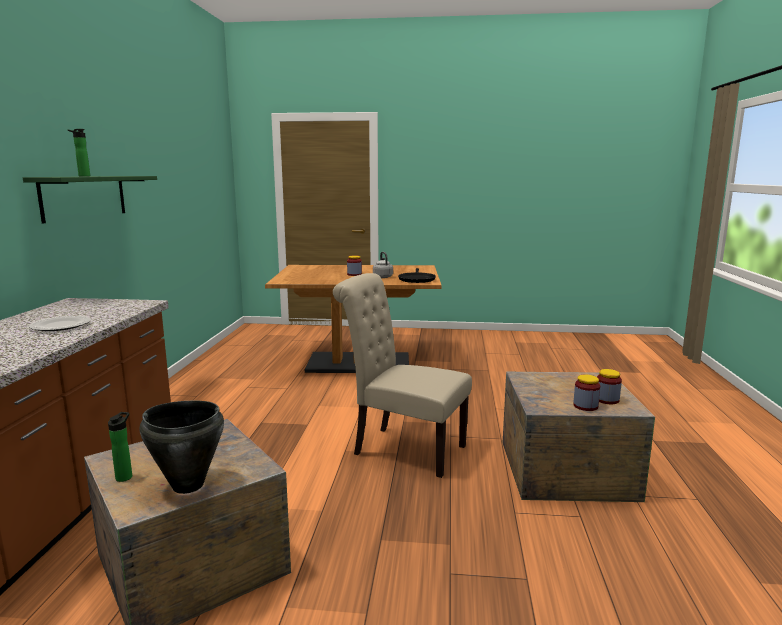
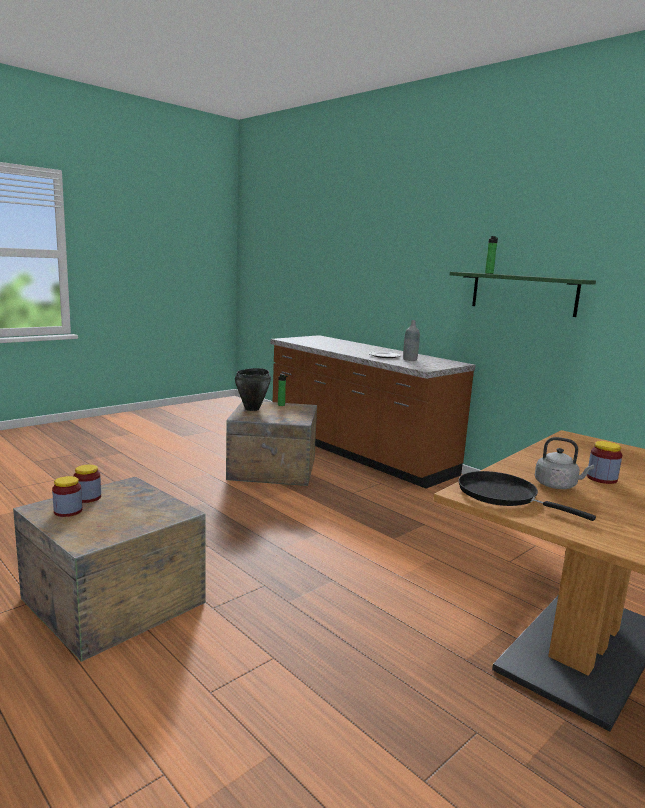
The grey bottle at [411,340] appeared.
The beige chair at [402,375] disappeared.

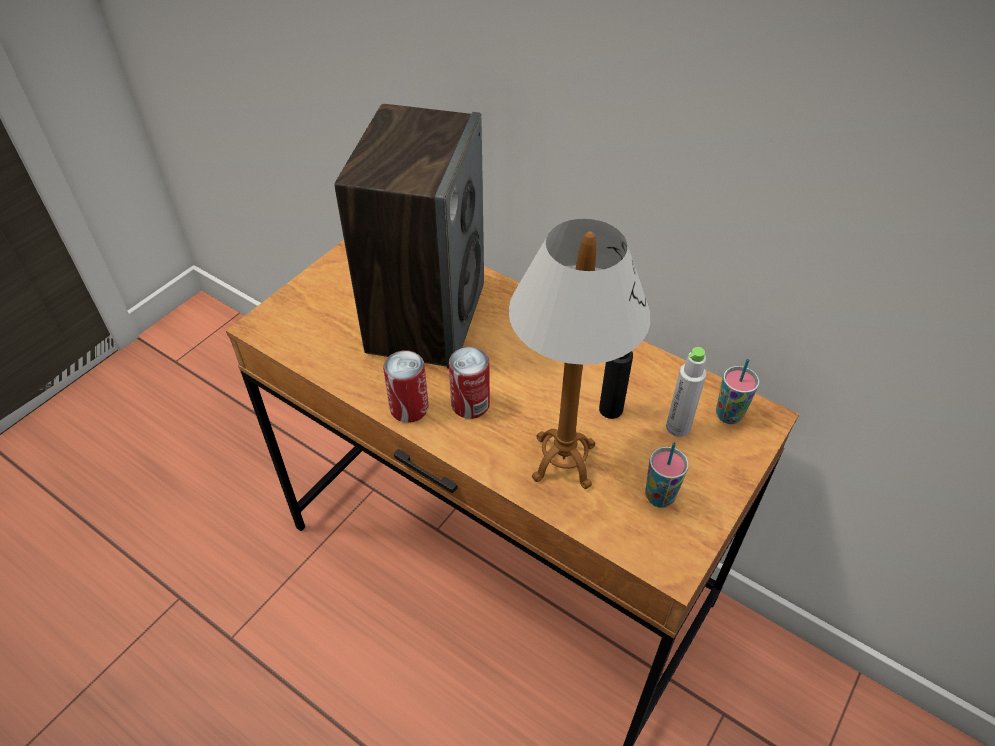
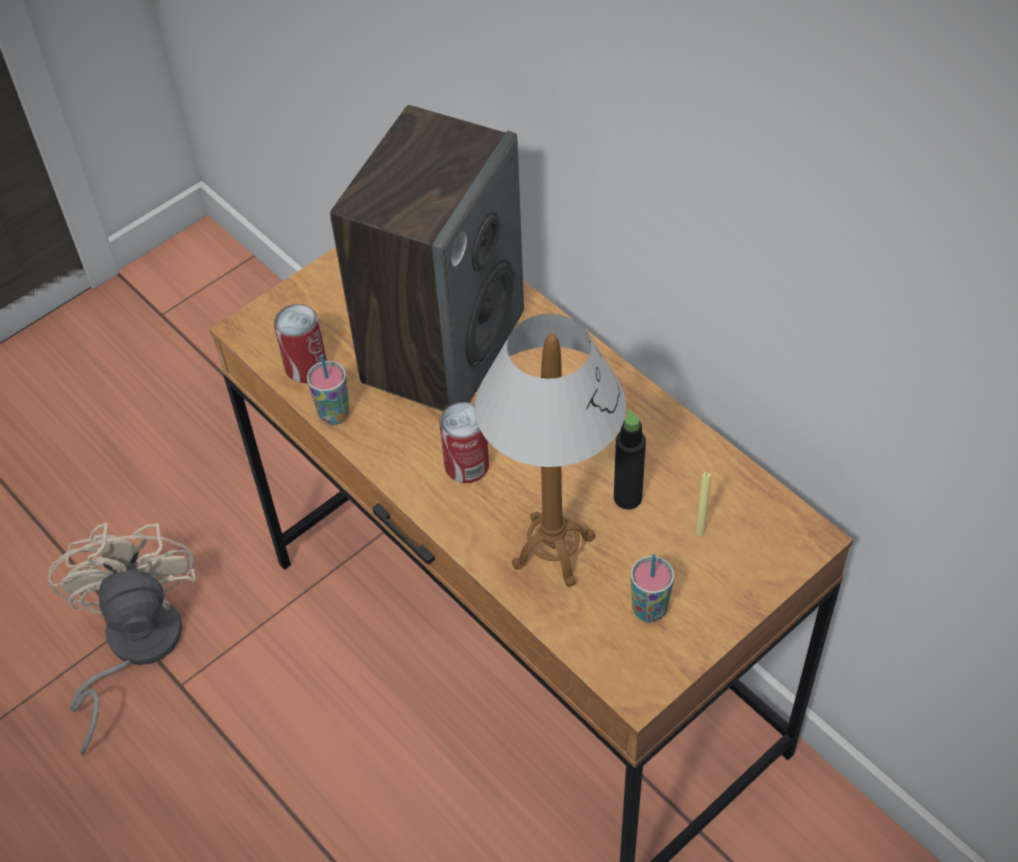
The beige fan at [122,638] appeared.
The can moved from [405,387] to [300,343].
The cup moved from [737,391] to [328,389].
The grey bottle at [686,392] was replaced by the yellow candle at [703,504].

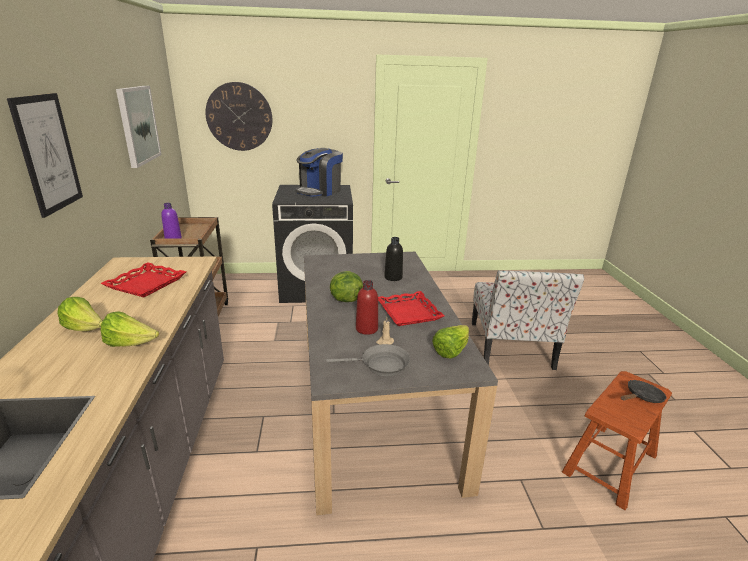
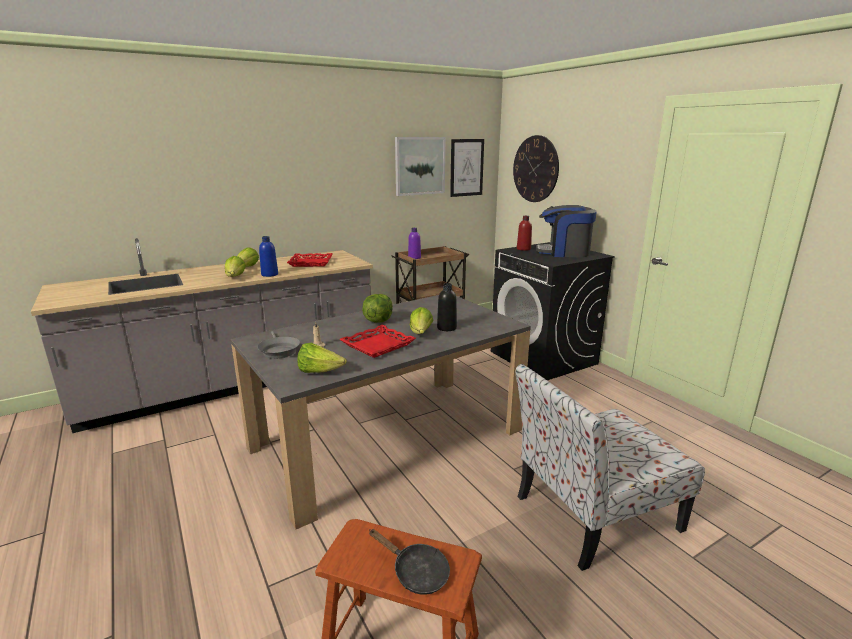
The blue bottle at [268,256] appeared.
The lettuce at [421,320] appeared.
The picture moved from [45,155] to [467,168].
The red bottle moved from [367,307] to [524,233].

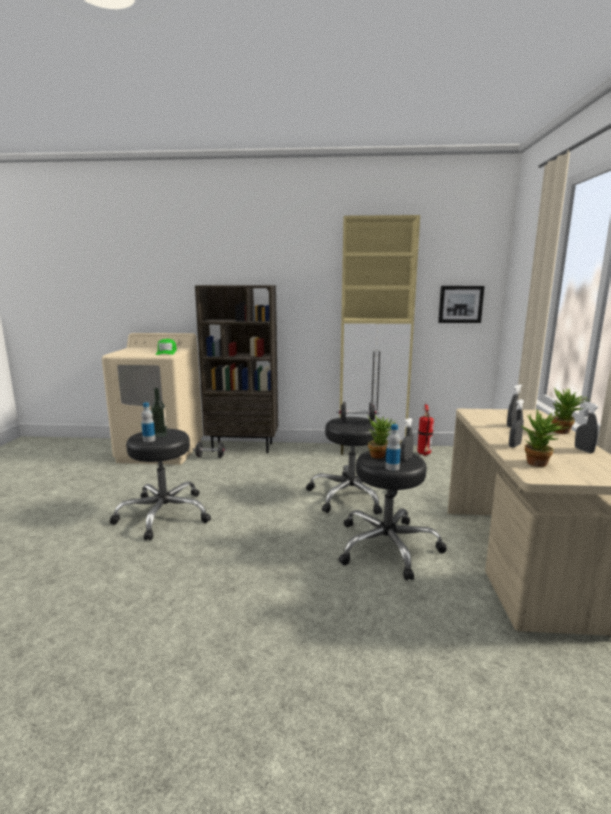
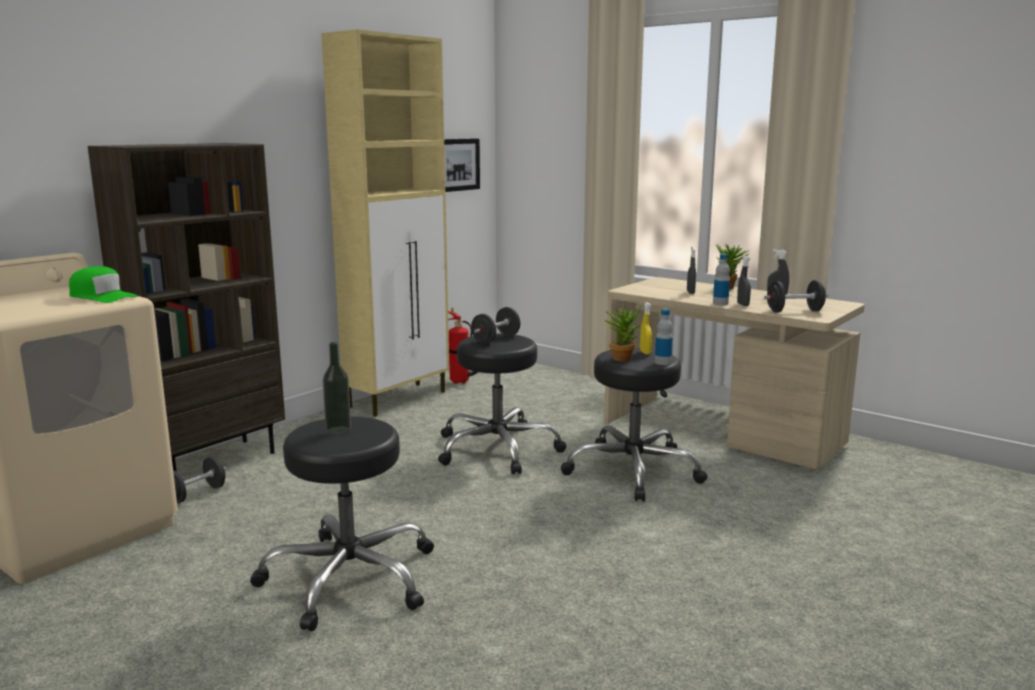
The grey spray bottle at [407,439] became the yellow spray bottle at [646,328].
The bottle moved from [148,422] to [721,279].
The potted plant at [545,438] was replaced by the black dumbbell at [796,296].

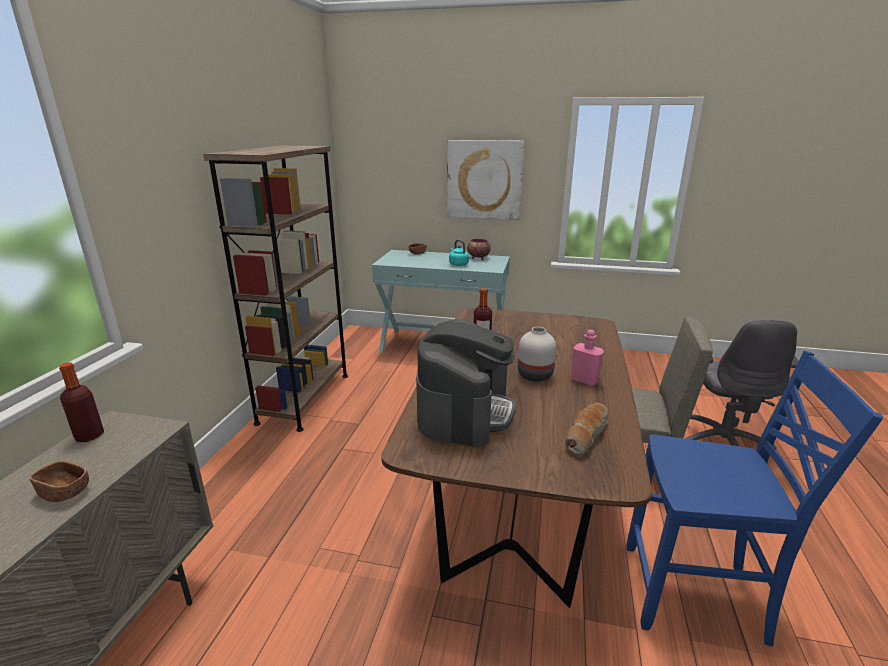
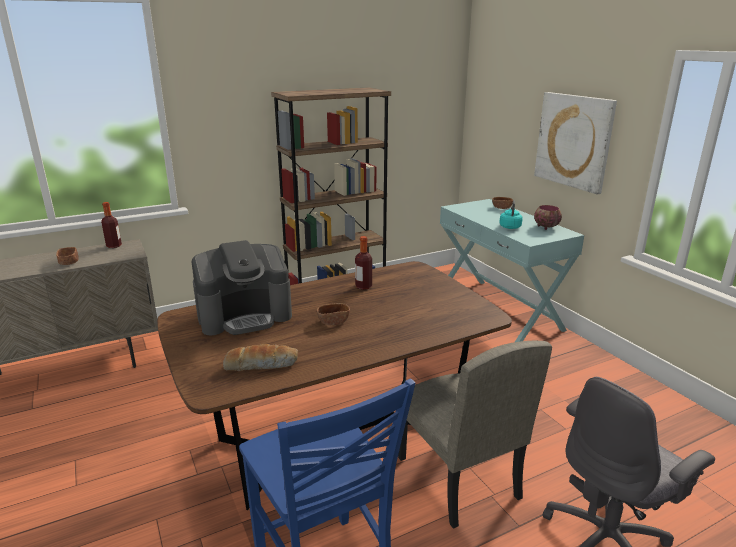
The white vase at [537,354] was replaced by the brown bowl at [333,314].
The pink bottle at [587,358] disappeared.

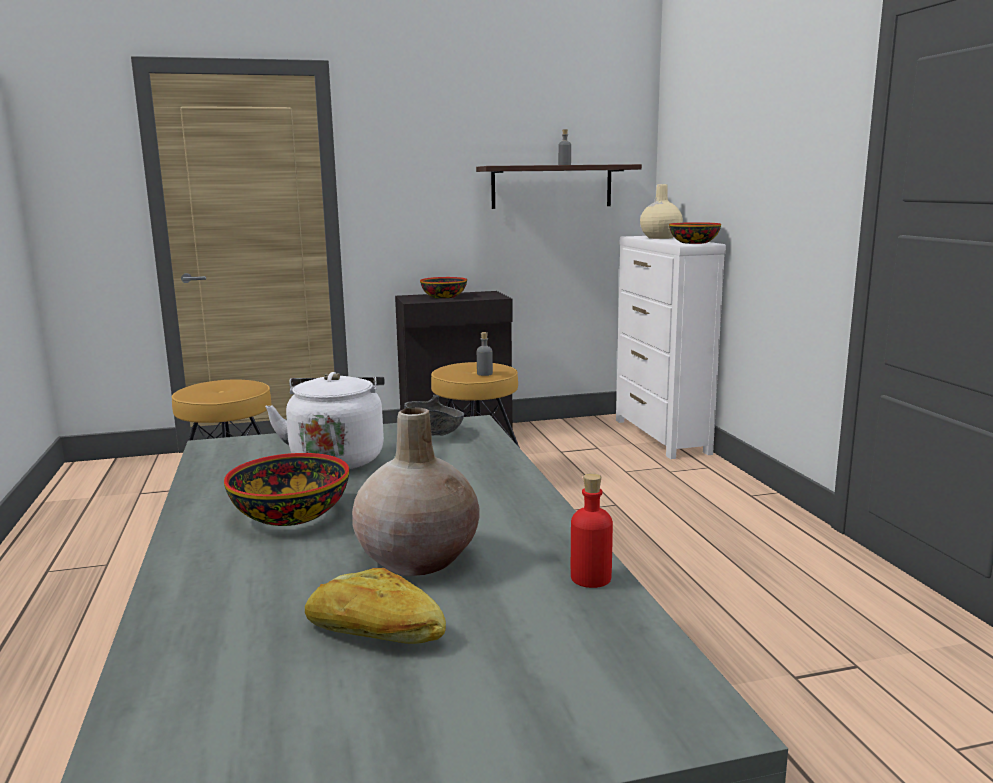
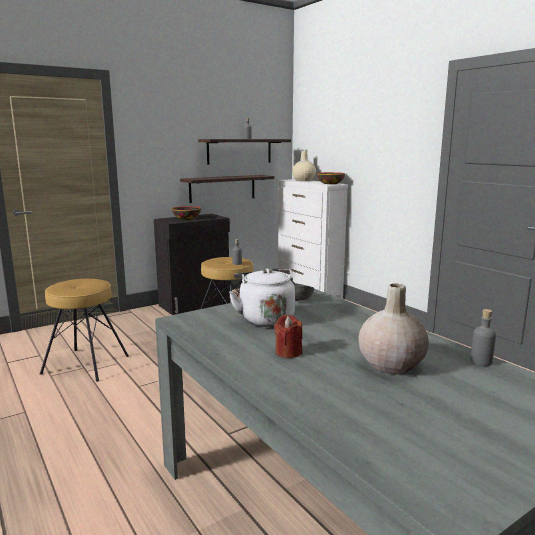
The shelf at [227,189] appeared.
The bowl at [286,489] was replaced by the red candle at [288,336].
The red bottle at [592,530] became the grey bottle at [483,337].
The bread at [375,606] disappeared.

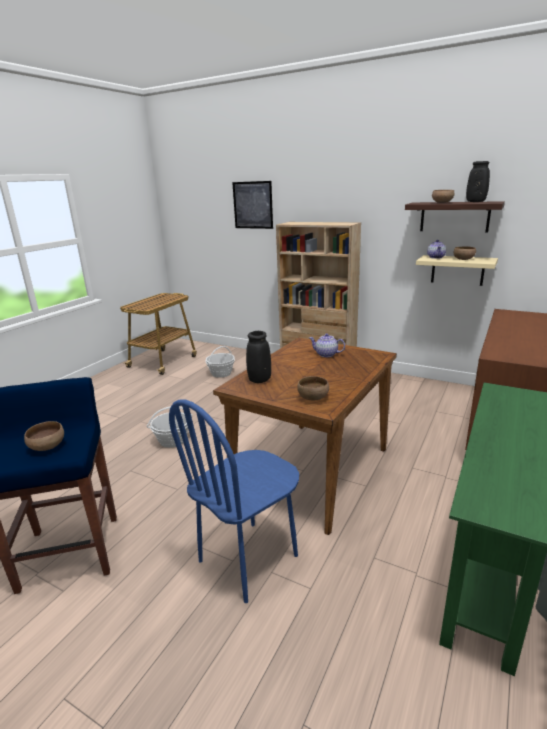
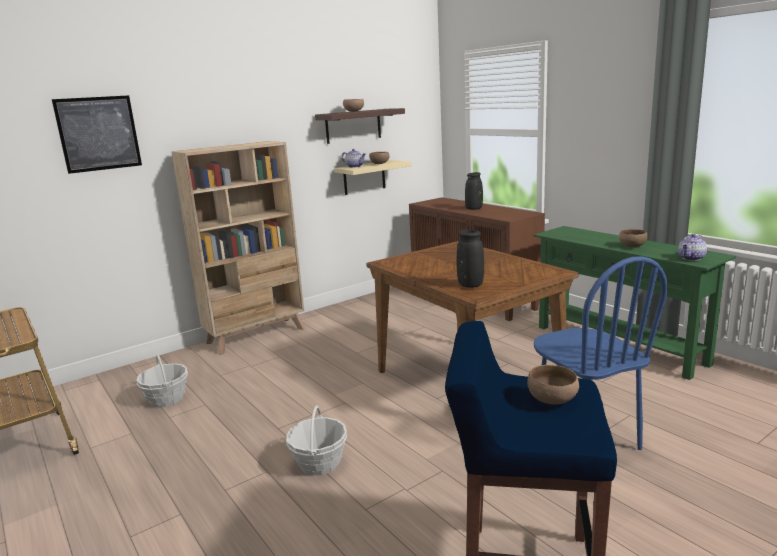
The black vase moved from [478,181] to [474,191].
The brown bowl moved from [313,388] to [633,238].
The teapot moved from [327,345] to [692,247].

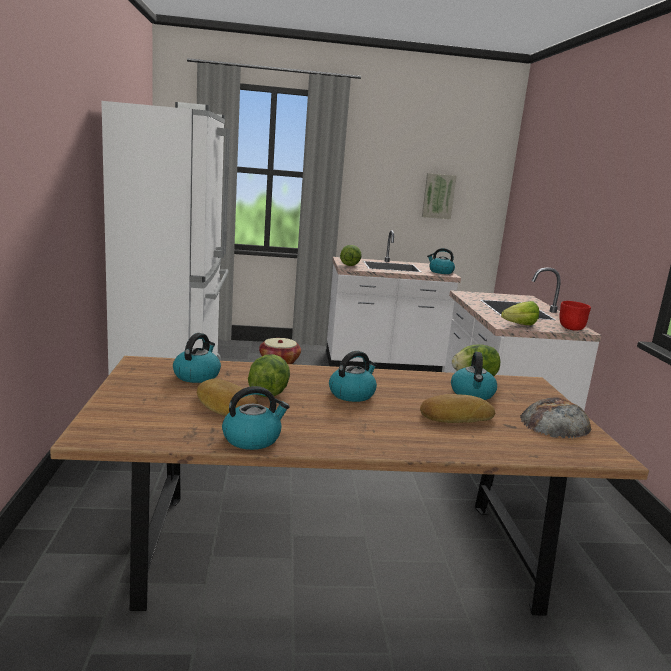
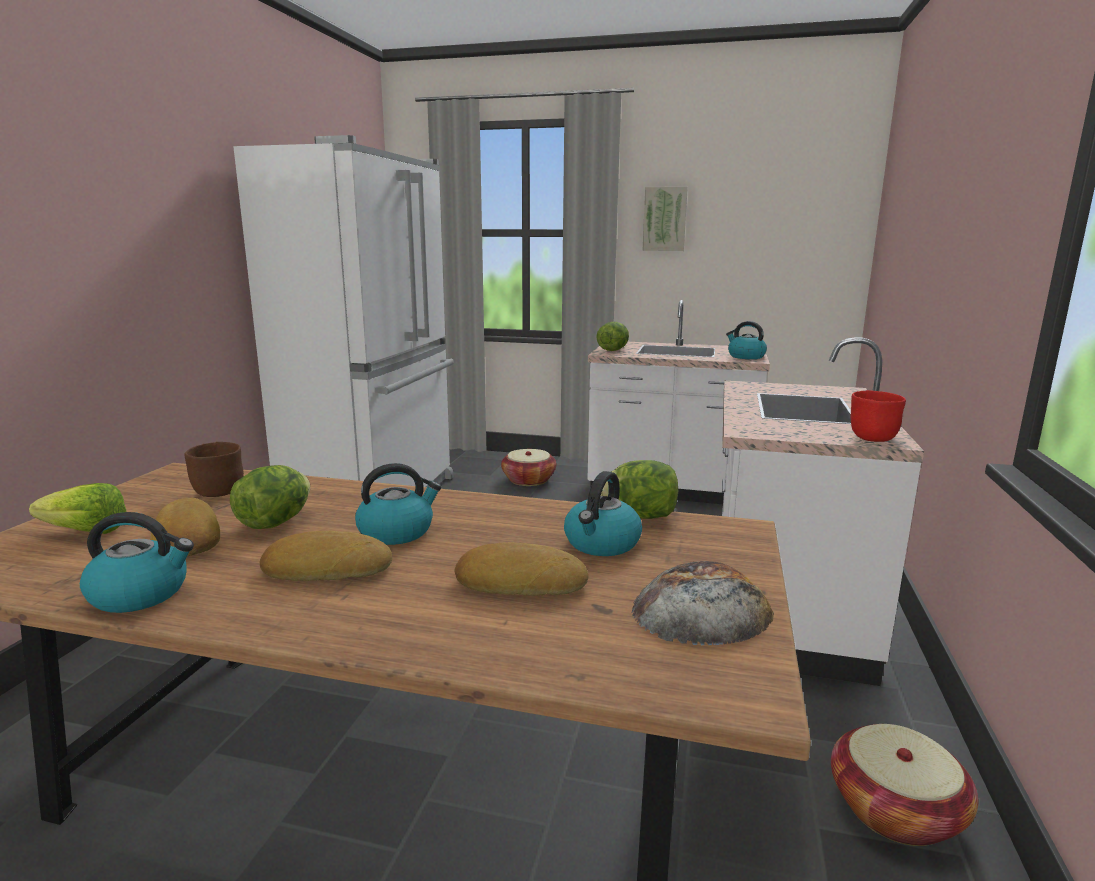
The lettuce moved from [520,313] to [78,508].
The kettle at [197,358] was replaced by the brown bowl at [214,469].
The bread at [326,556] appeared.
The picture moved from [439,196] to [665,219].
The basket at [904,785] appeared.

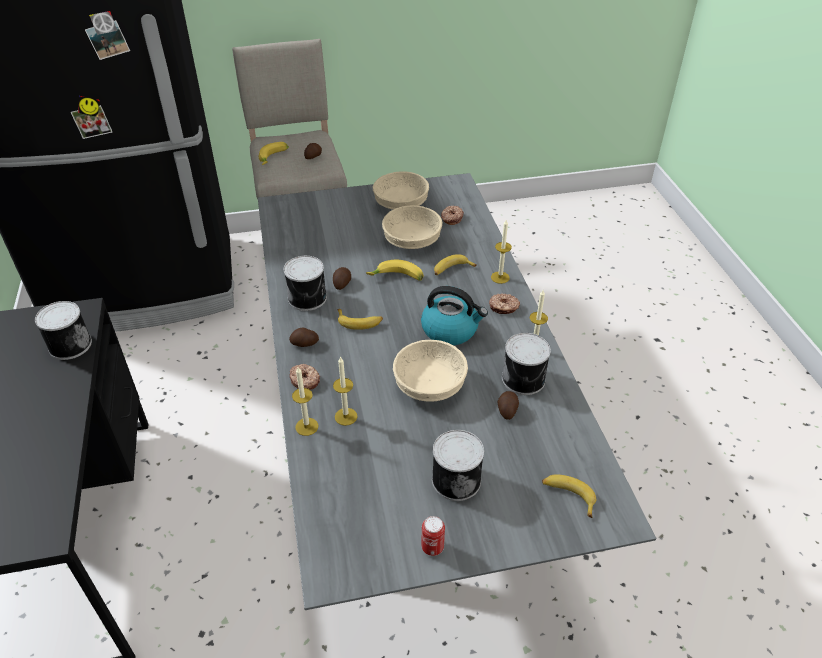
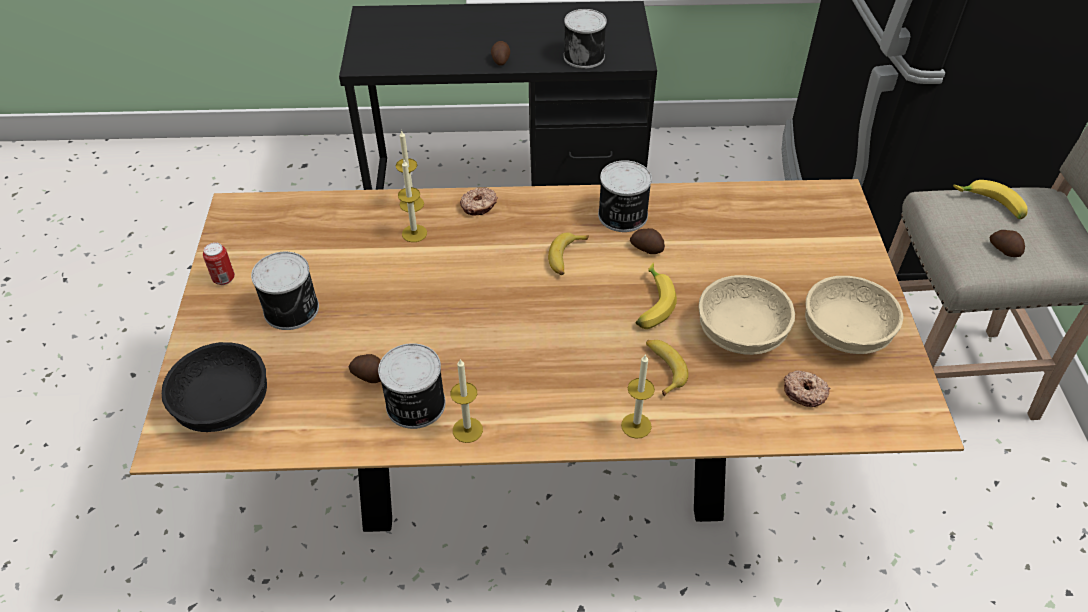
The grey dining table at [457,391] became the brown dining table at [546,355].
The banana at [569,496] was replaced by the black bowl at [214,387].
The potato moved from [304,337] to [500,53].
The beige bowl at [430,371] disappeared.
The kettle at [454,315] disappeared.
The donut at [504,303] disappeared.

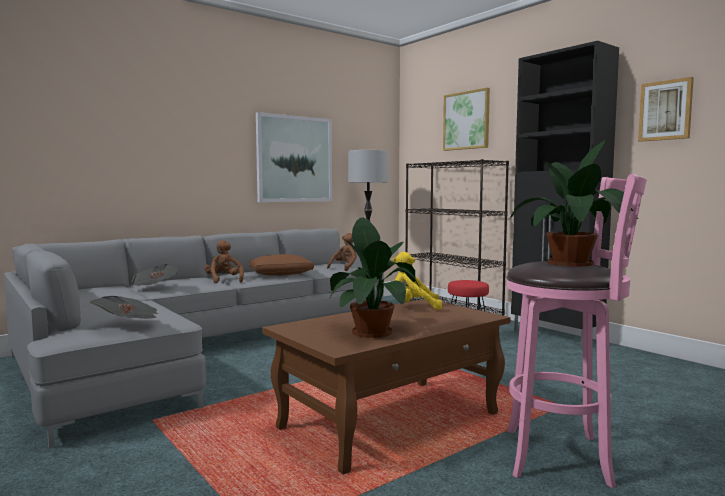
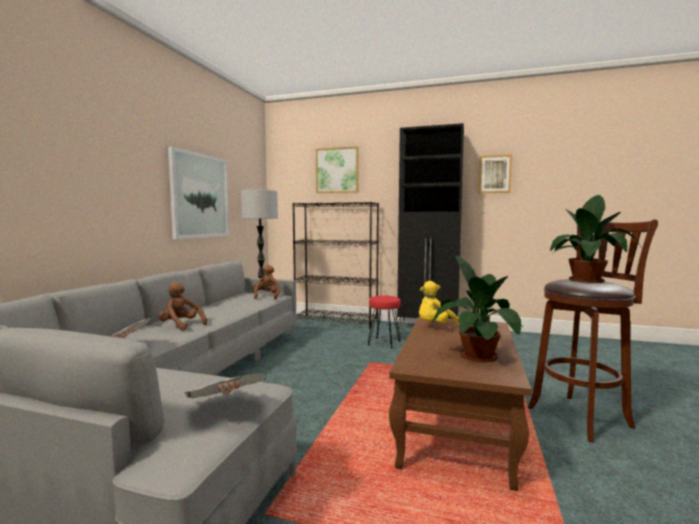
The pink stool at [576,331] became the brown stool at [593,331].
The brown pillow at [281,265] disappeared.

